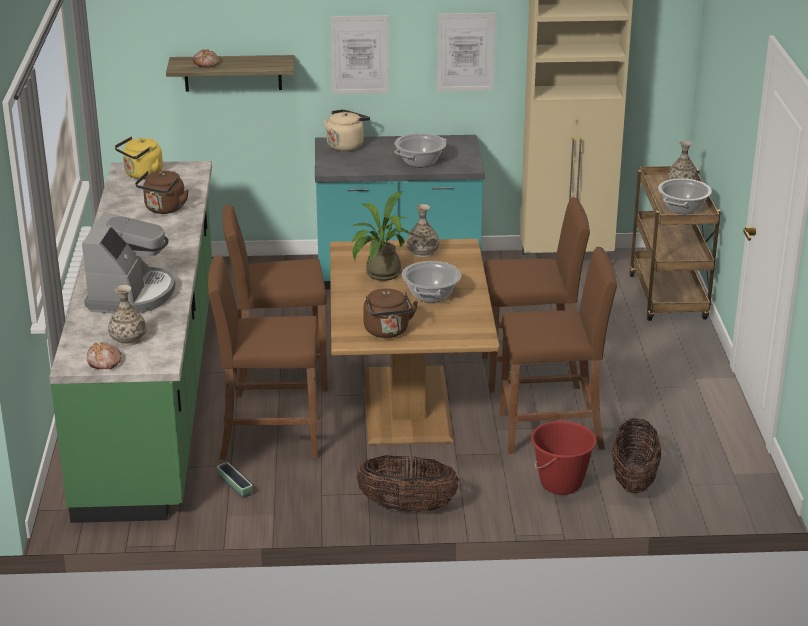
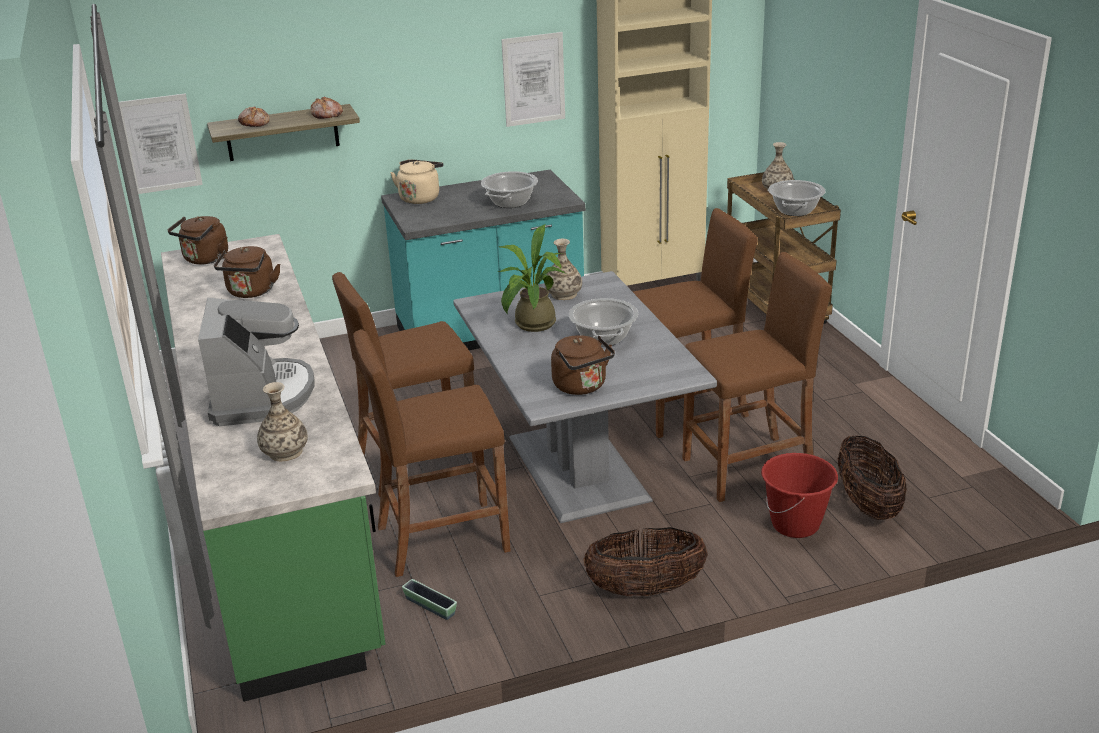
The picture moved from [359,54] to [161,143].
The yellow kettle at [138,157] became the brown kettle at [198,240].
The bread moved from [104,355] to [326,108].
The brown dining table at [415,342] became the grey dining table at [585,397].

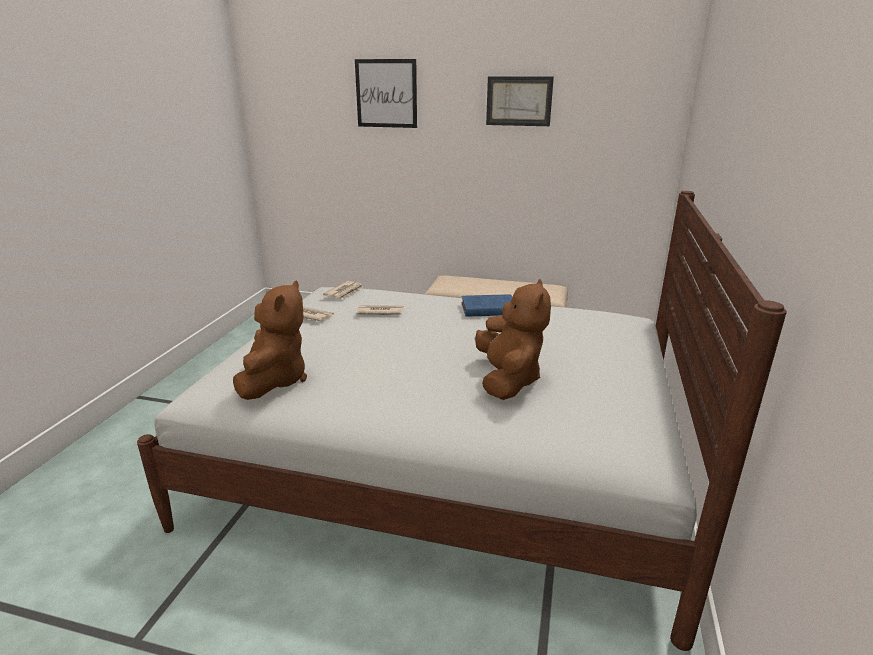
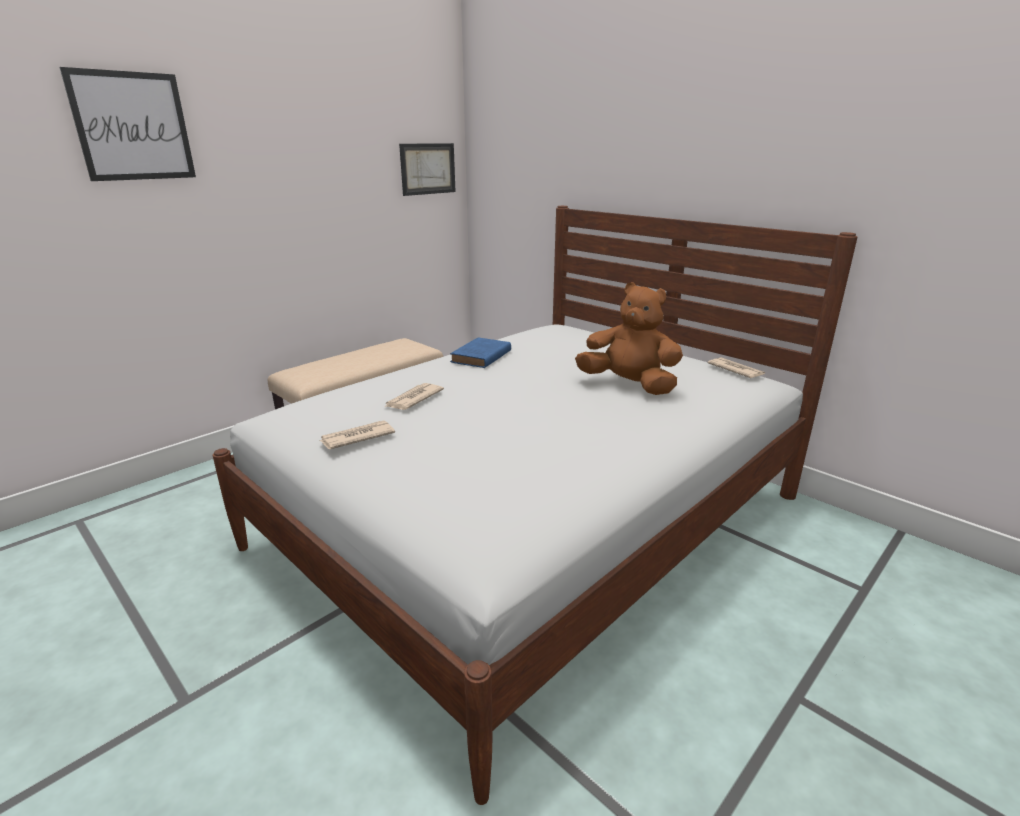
The picture moved from [520,101] to [427,169].
The newspaper moved from [343,290] to [736,367].
The brown plush toy at [270,340] disappeared.

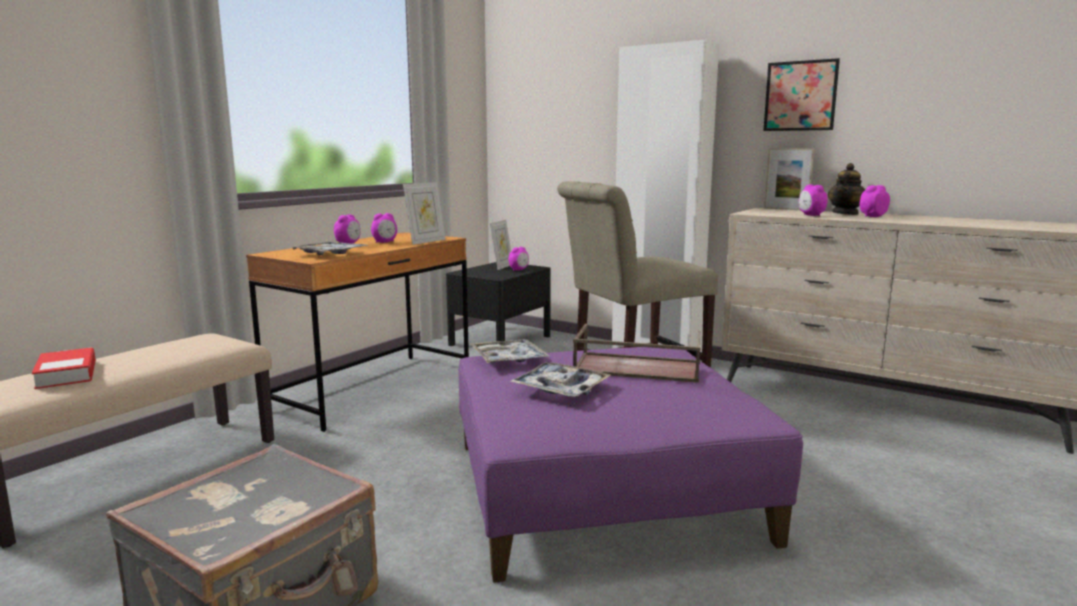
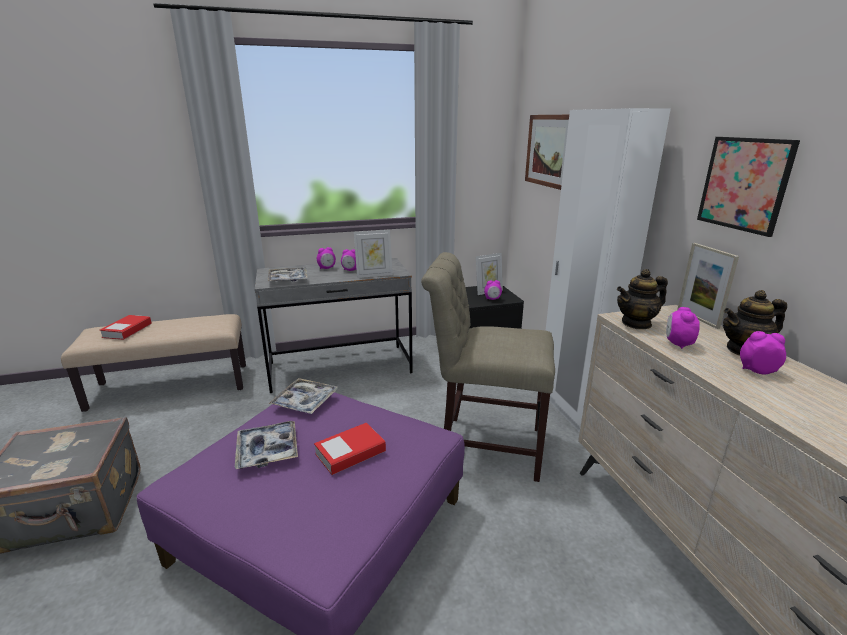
The brown desk at [357,332] became the grey desk at [334,325].
The brown tray at [637,353] was replaced by the book at [350,449].
The picture at [547,152] appeared.
The teapot at [642,299] appeared.

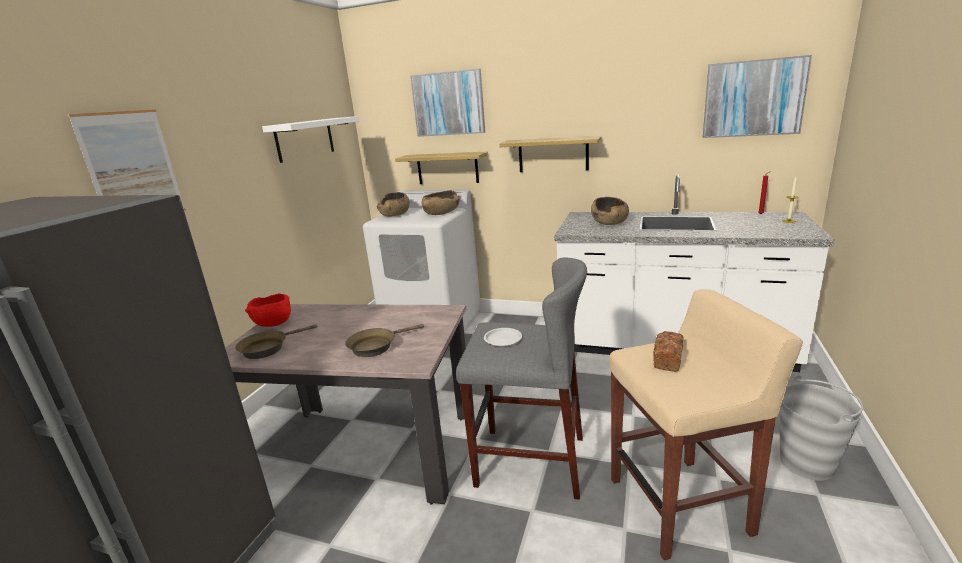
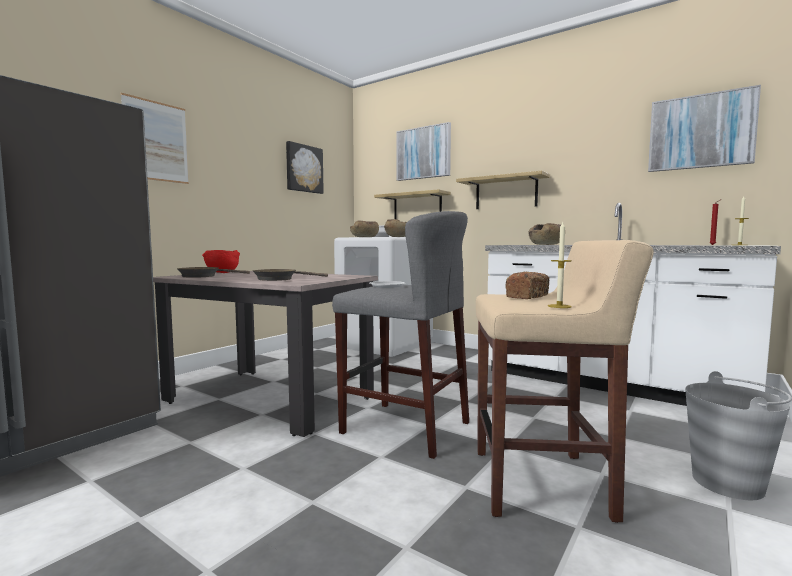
The white shelf at [310,139] was replaced by the picture at [305,167].
The candle at [560,265] appeared.

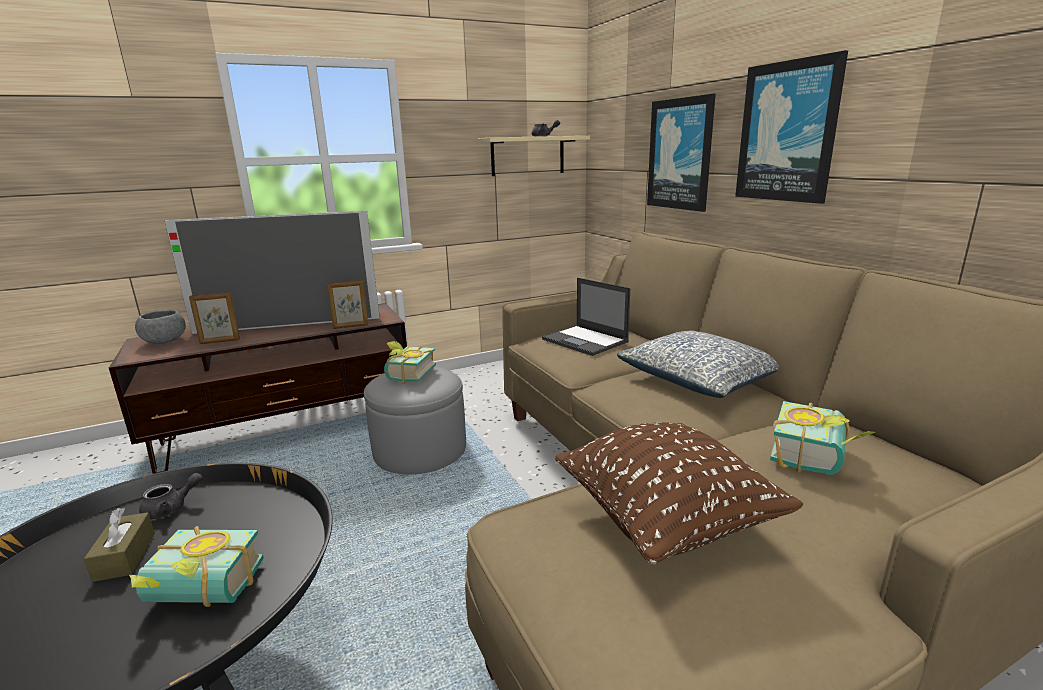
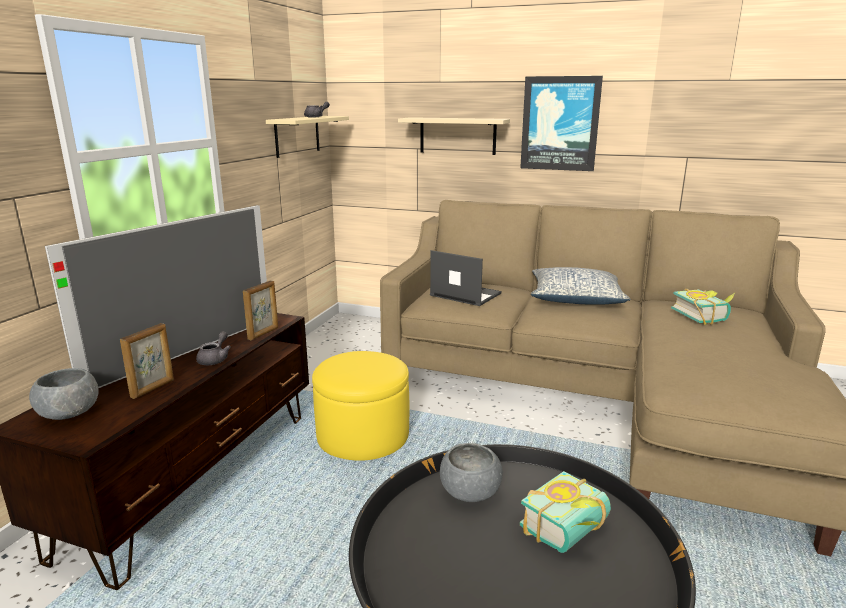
The grey teapot moved from [171,496] to [213,348].
The grey ottoman at [415,420] became the yellow ottoman at [360,406].
The picture at [681,153] was replaced by the beige shelf at [454,136].
The laptop at [586,317] turned 150 degrees counterclockwise.
The grey bowl at [471,472] appeared.
The brown tissue box at [119,545] disappeared.
The book at [410,362] disappeared.
The brown pillow at [679,493] disappeared.

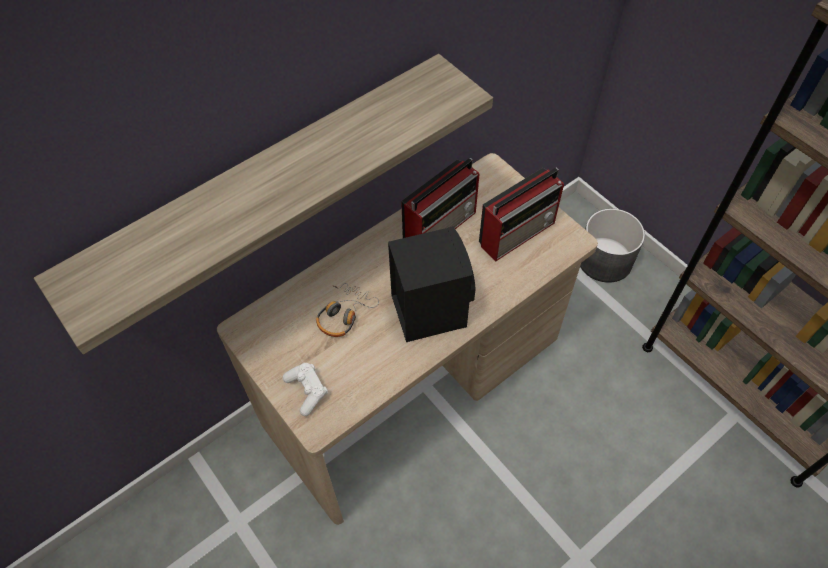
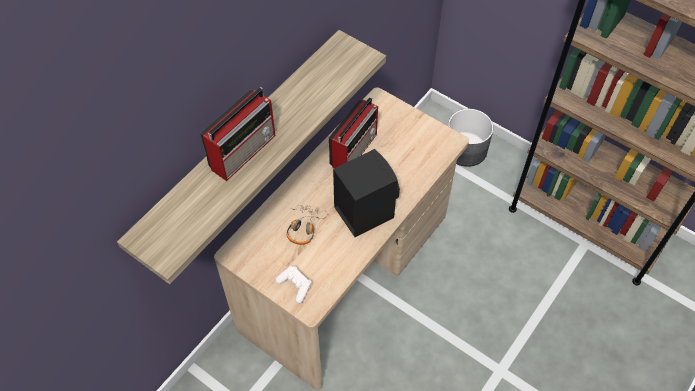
The radio moved from [521,214] to [238,134].

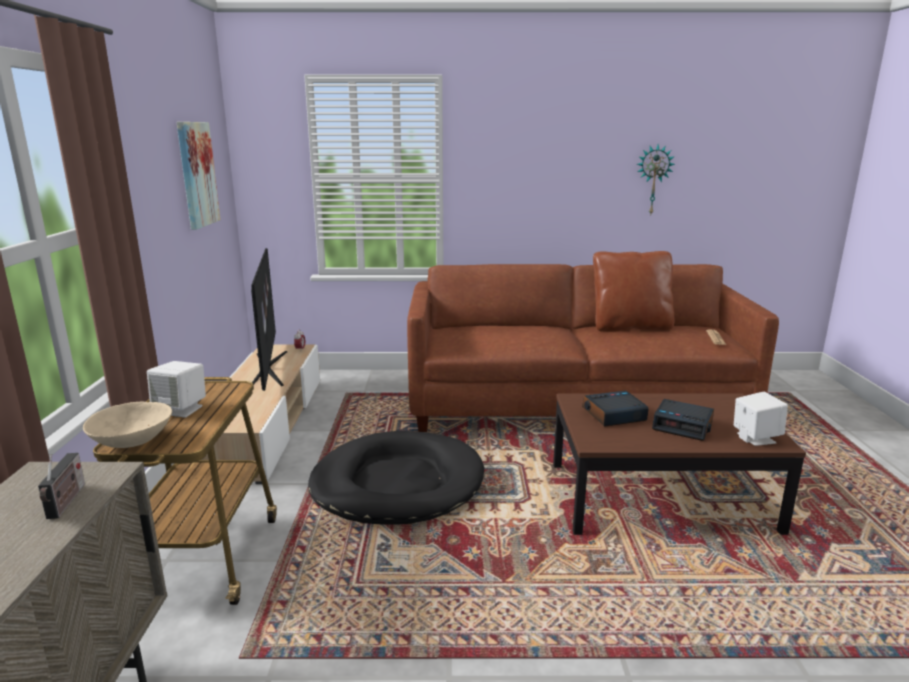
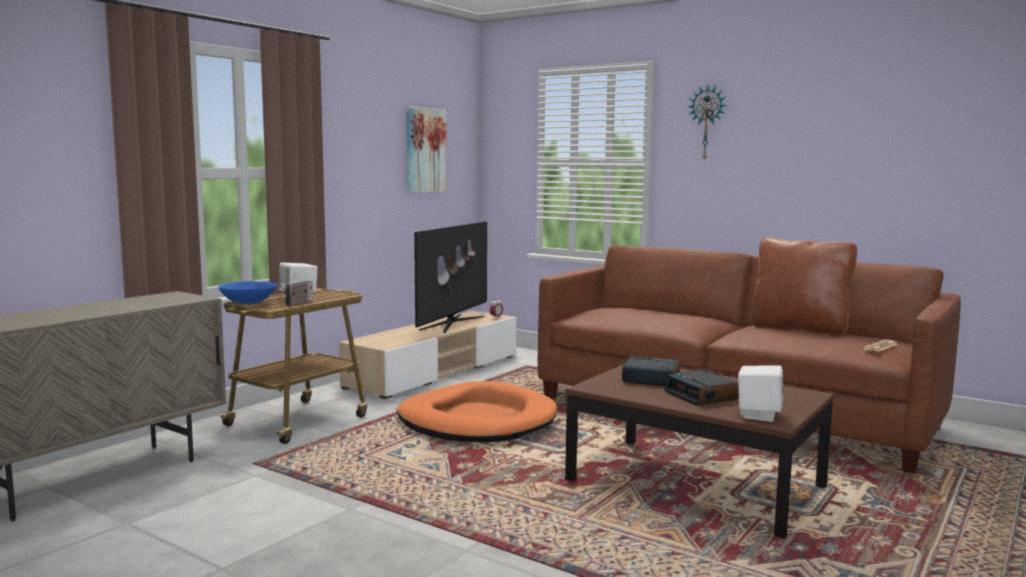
The beige bowl at [127,425] became the blue bowl at [247,292].
The radio moved from [61,486] to [298,289].
The black dog bed at [396,478] became the orange dog bed at [477,411].
The wall clock moved from [656,179] to [706,123].

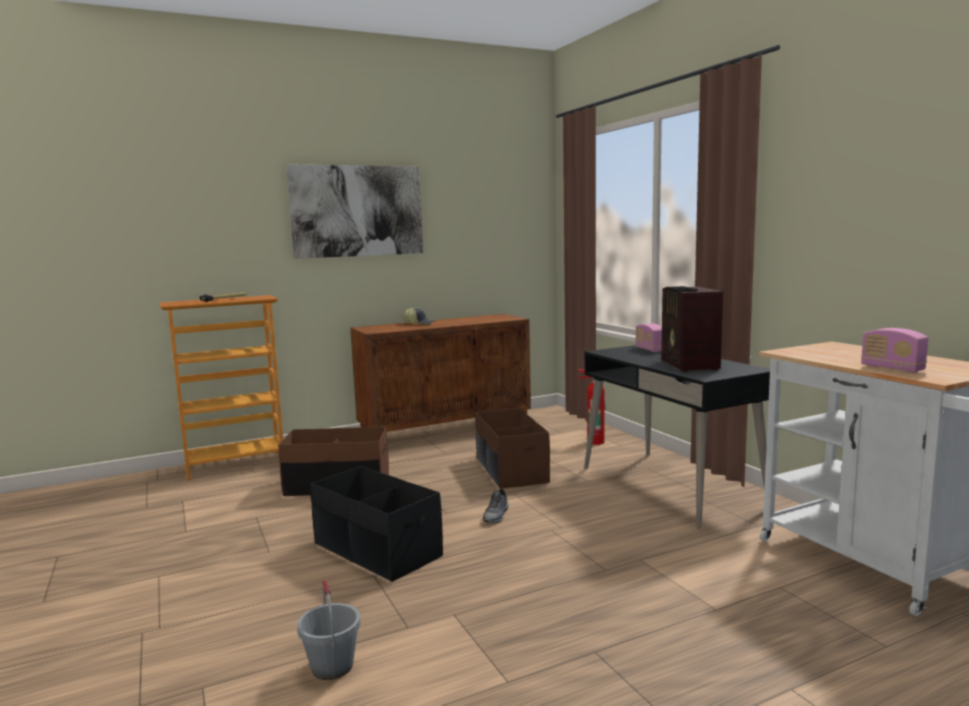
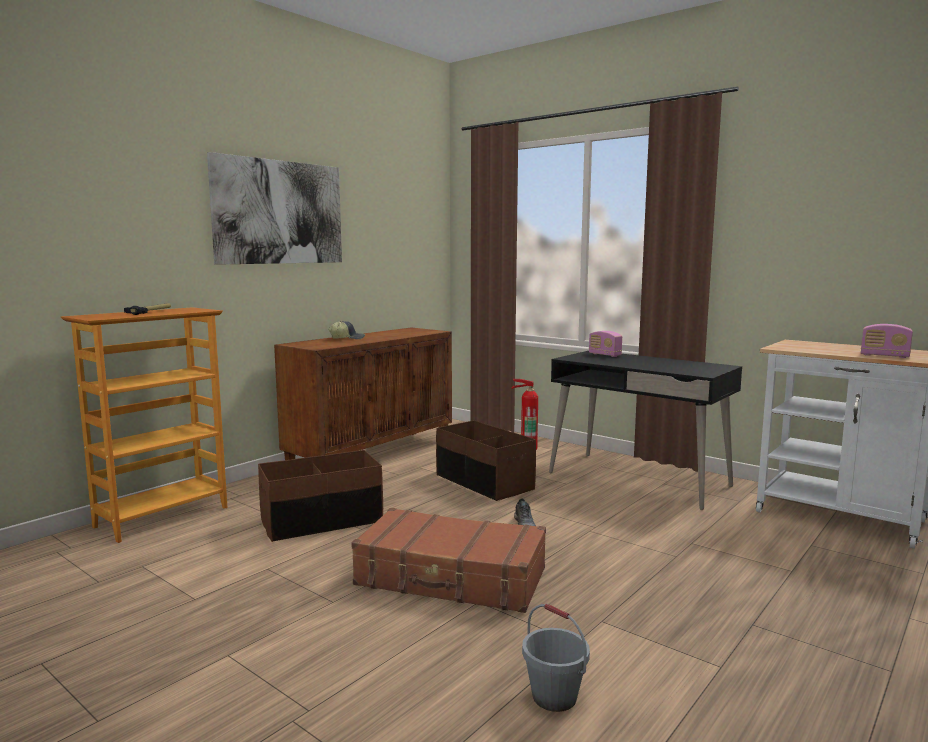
The black storage box at [377,524] was replaced by the brown suitcase at [448,560].
The radio at [692,329] disappeared.

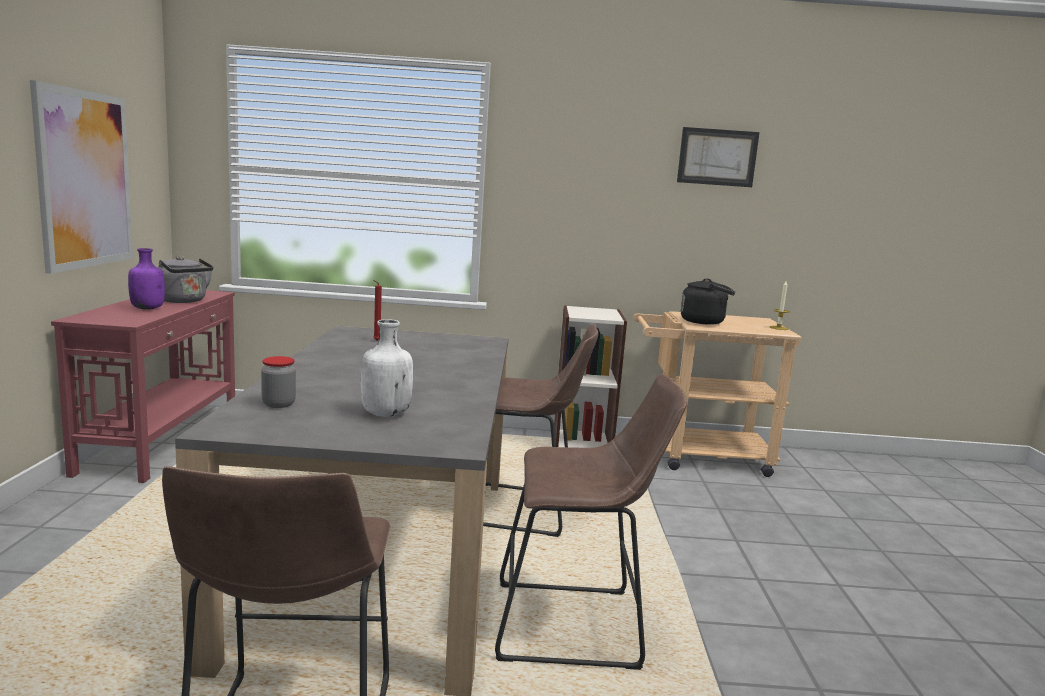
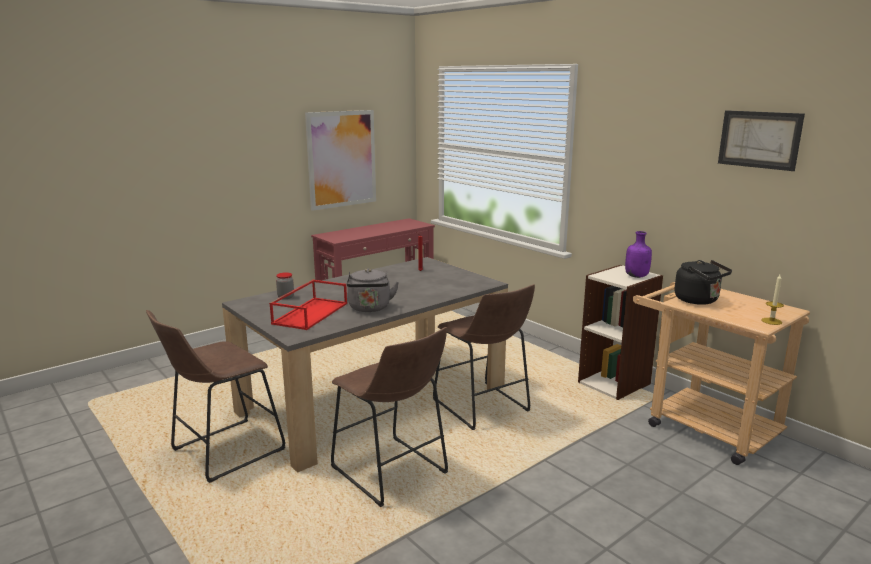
The white bottle at [387,368] was replaced by the red tray at [308,305].
The grey kettle moved from [185,279] to [373,290].
The purple bottle moved from [146,279] to [638,254].

